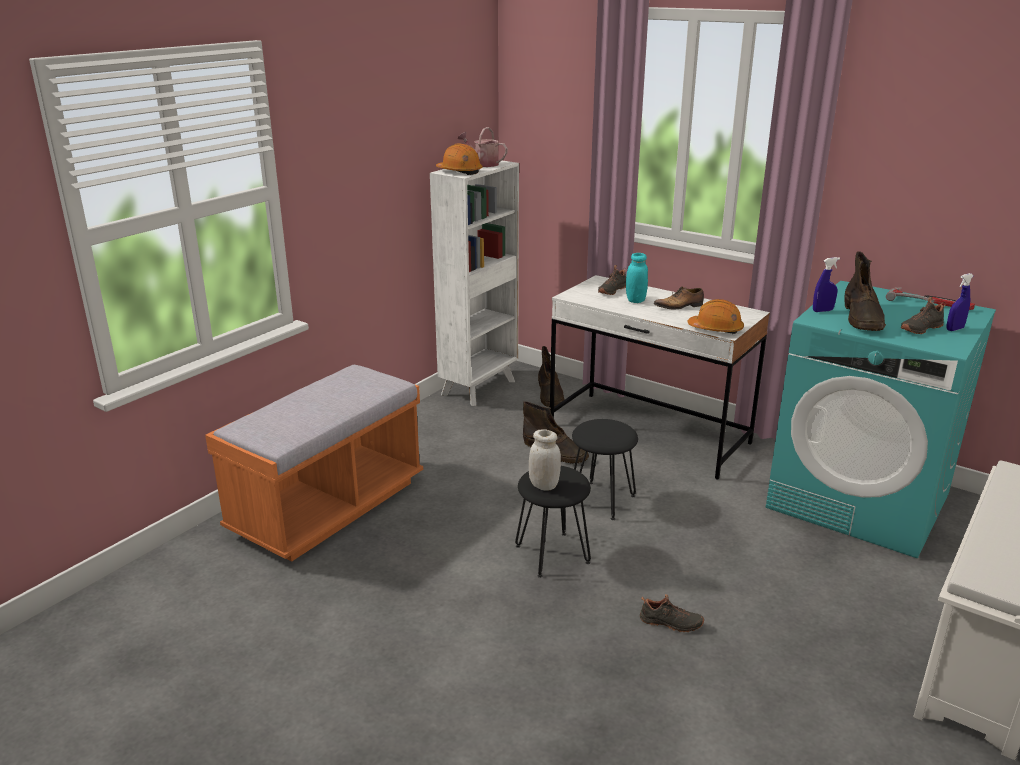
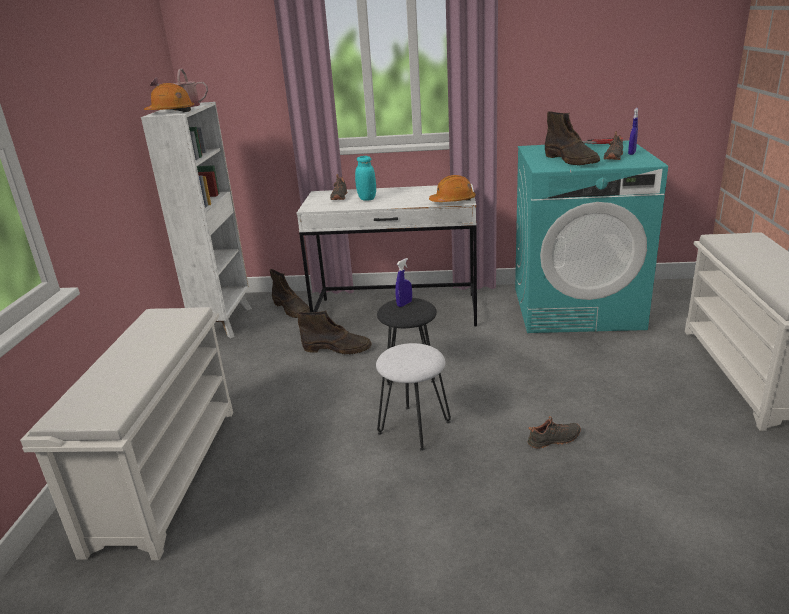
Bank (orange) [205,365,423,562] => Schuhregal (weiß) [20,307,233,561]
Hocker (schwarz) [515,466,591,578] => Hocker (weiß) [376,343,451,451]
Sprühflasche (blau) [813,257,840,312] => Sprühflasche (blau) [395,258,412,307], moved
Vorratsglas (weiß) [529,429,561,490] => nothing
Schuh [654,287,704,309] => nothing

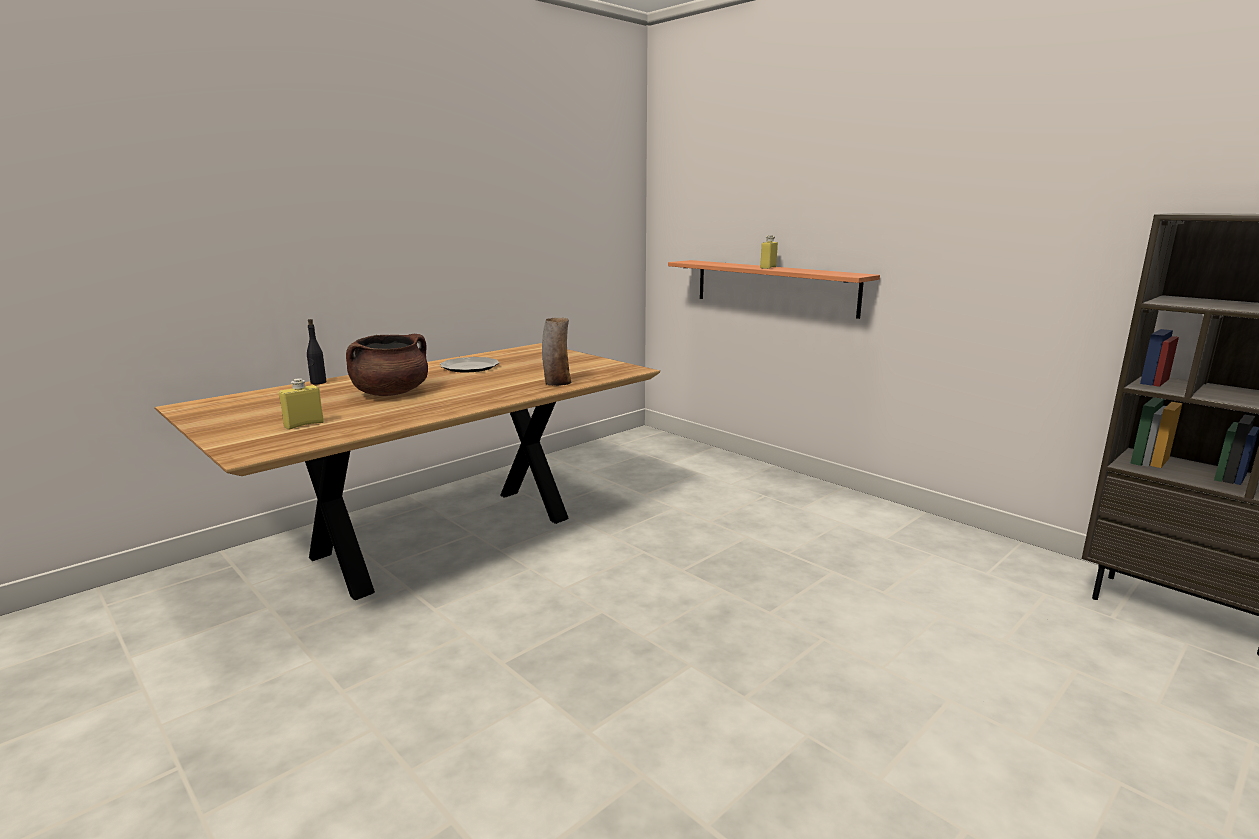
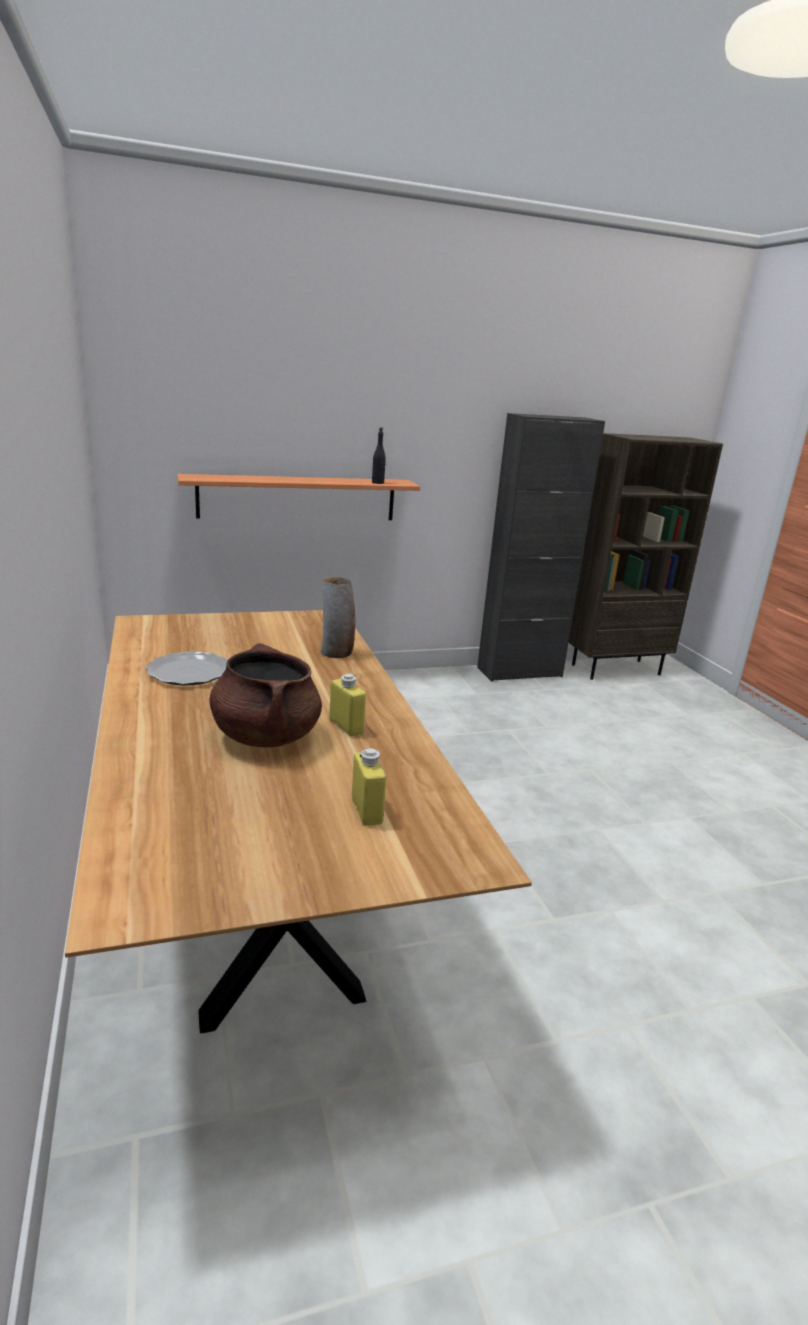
Flasche (gelb) [760,235,778,269] => Flasche (gelb) [329,674,366,736], moved
Flasche (schwarz) [307,319,326,384] => Flasche (schwarz) [372,427,386,484], moved
nothing => Schrank (schwarz) [477,413,605,682]

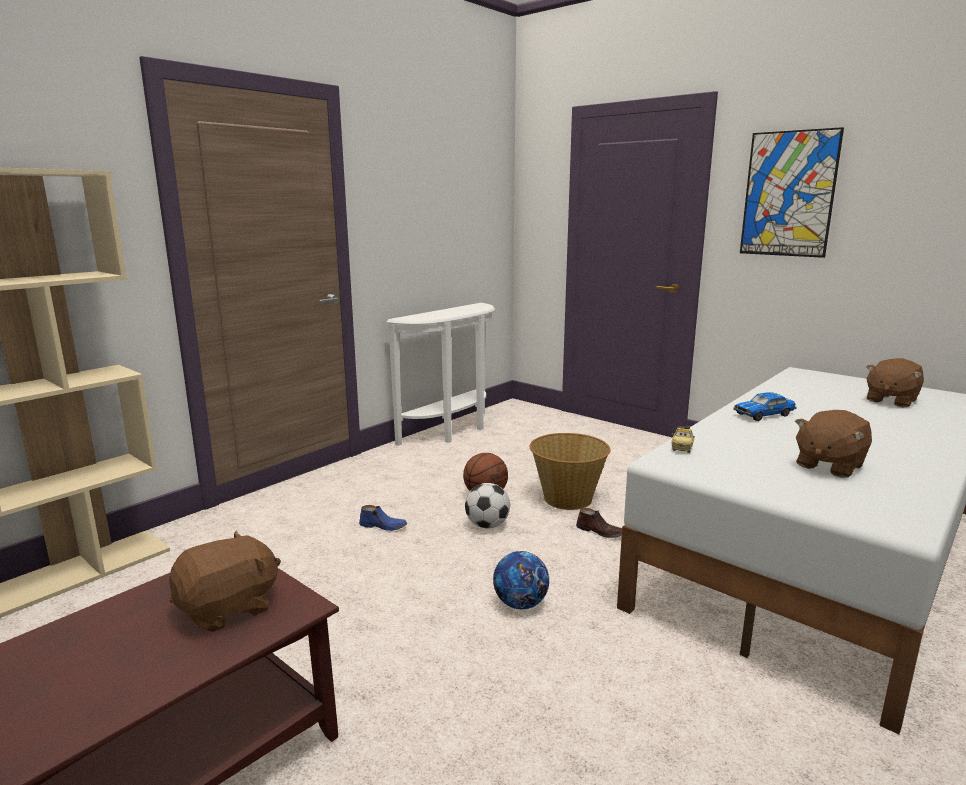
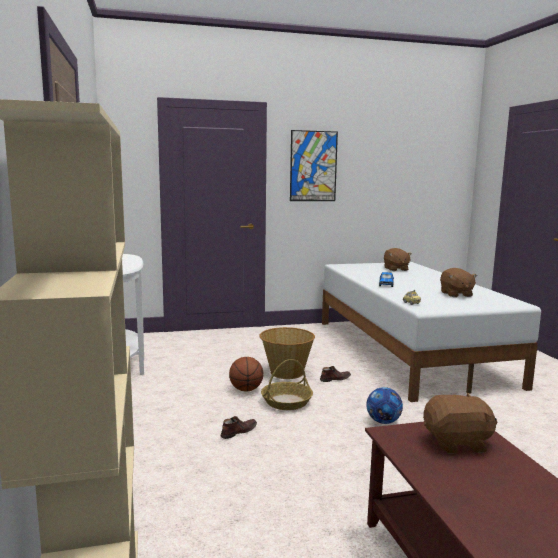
Schuh (blau) [359,505,407,531] => Schuh (braun) [221,416,257,439]
Fußball [465,483,510,529] => Korb [261,359,313,410]
Plüschtier (braun) [169,530,281,632] => Plüschtier (braun) [423,393,498,454], 90 degrees clockwise

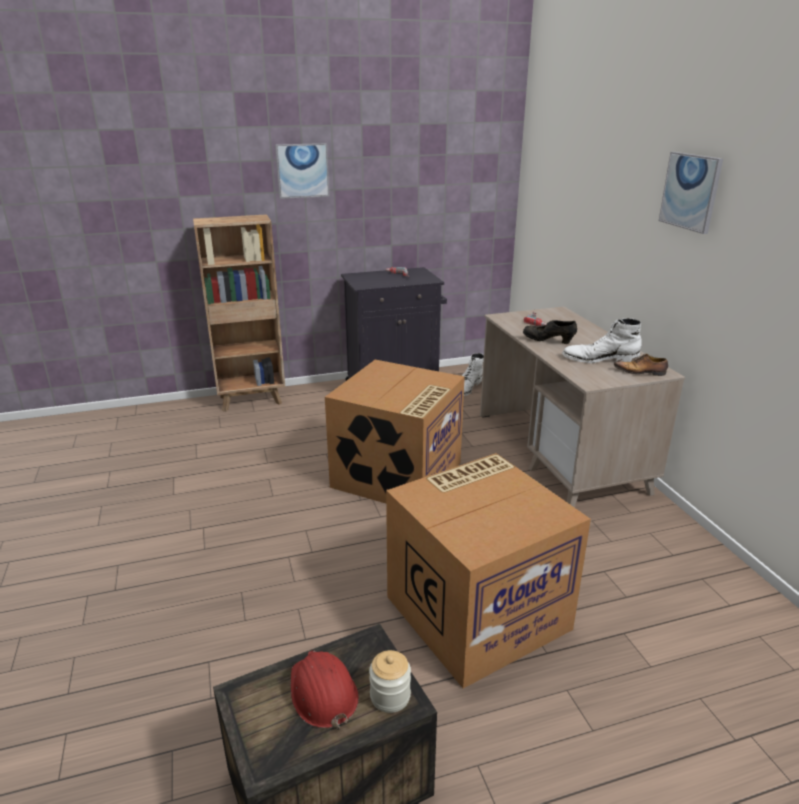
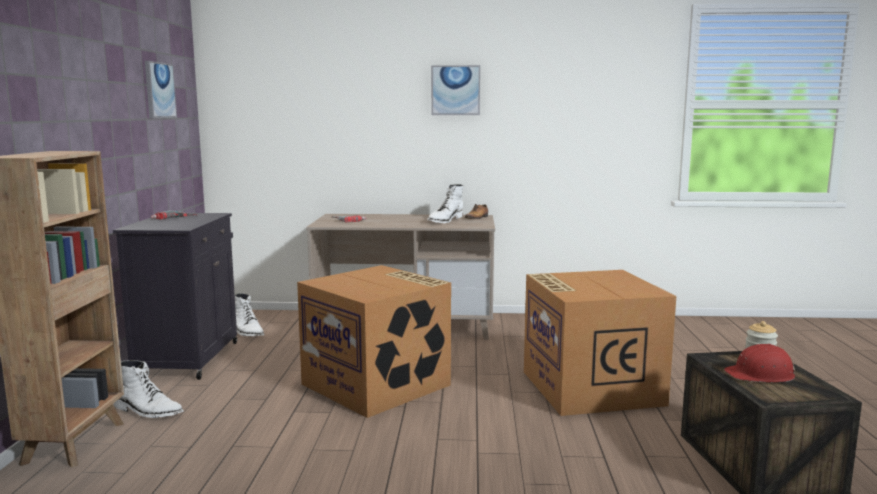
nothing => Stiefel (weiß) [114,360,184,418]
Bild [275,143,329,199] => Bild [145,61,177,118], moved
Schuh (schwarz) [523,320,577,344] => nothing

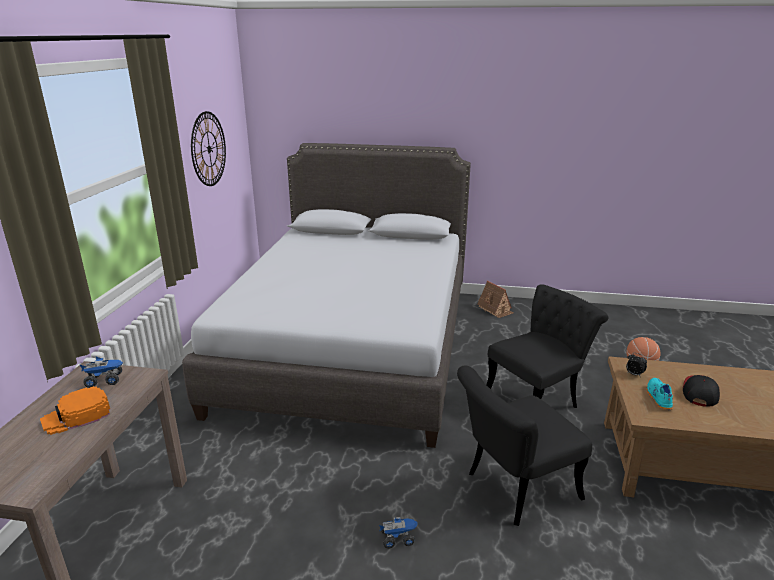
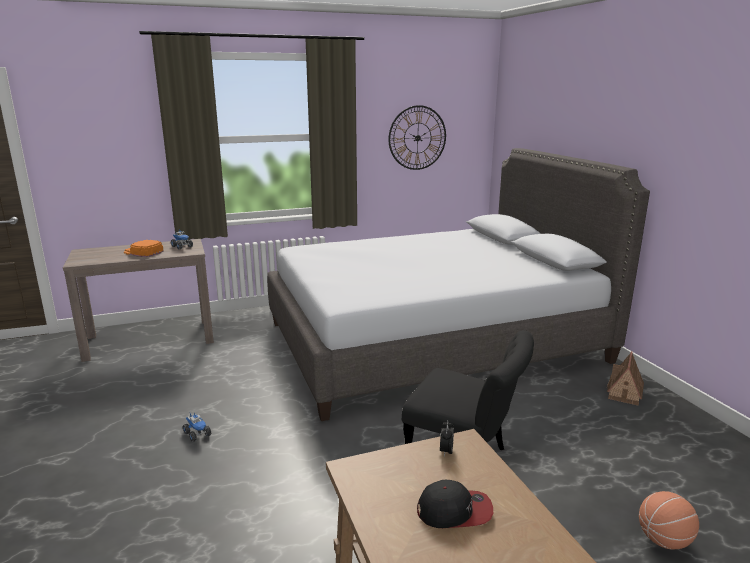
Stuhl (schwarz) [457,365,592,526] => nothing
Schuh (türkis) [647,378,673,410] => nothing

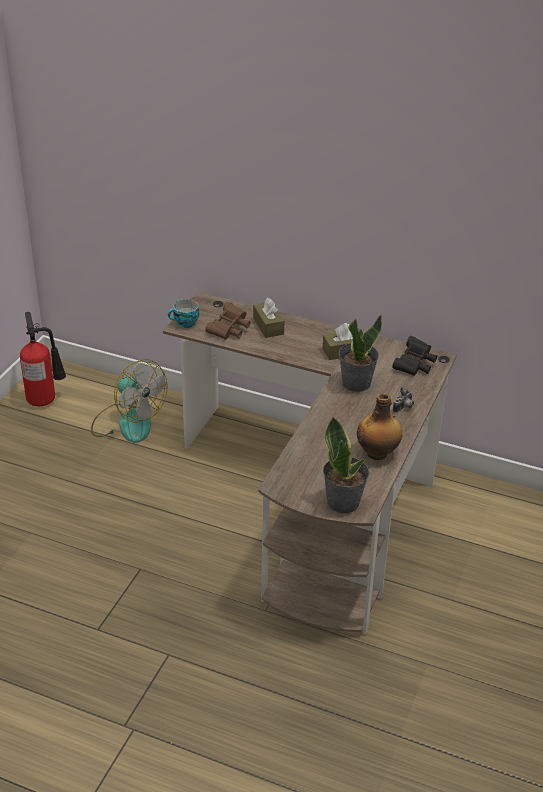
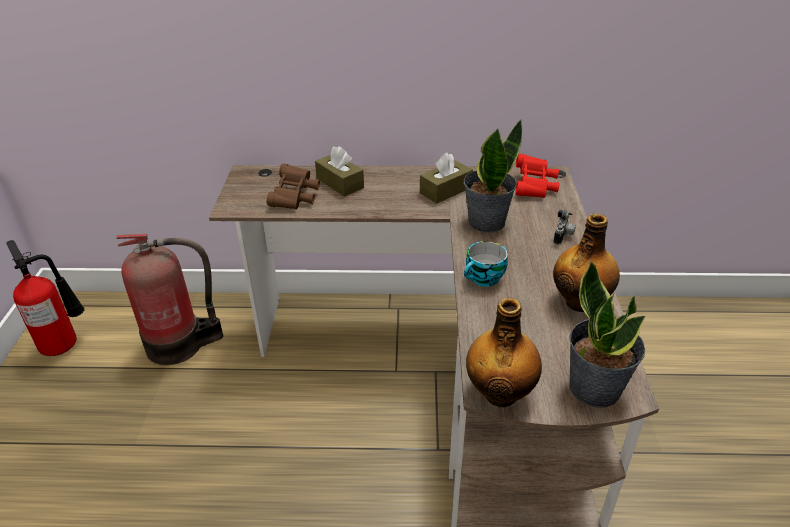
Ventilator [91,359,168,443] => Feuerlöscher [116,234,223,365]
Tasse [168,299,199,328] => Tasse [464,241,508,287], moved
nothing => Flasche [466,298,542,407]
Fernglas (schwarz) [392,336,437,376] => Fernglas (rot) [515,154,559,198]

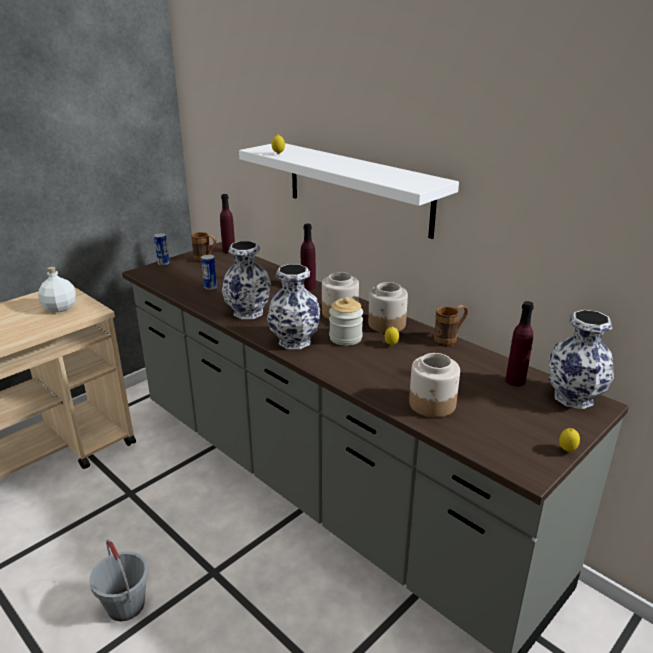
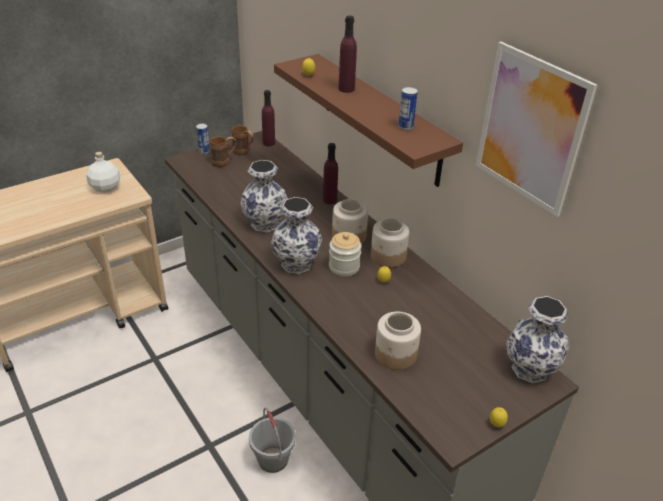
Henkelbecher (braun) [434,305,468,347] => Henkelbecher (braun) [209,136,237,167], moved
Eimer (grau) [89,540,149,621] => Eimer (grau) [249,407,296,473], moved
Wandregal (weiß) [239,143,459,239] => Wandregal (braun) [274,54,463,187]
Flasche (lila) [505,301,534,387] => Flasche (lila) [338,16,357,93], moved
Dose [201,255,217,290] => Dose [398,87,418,131], moved
nothing => Bild [476,42,597,217]

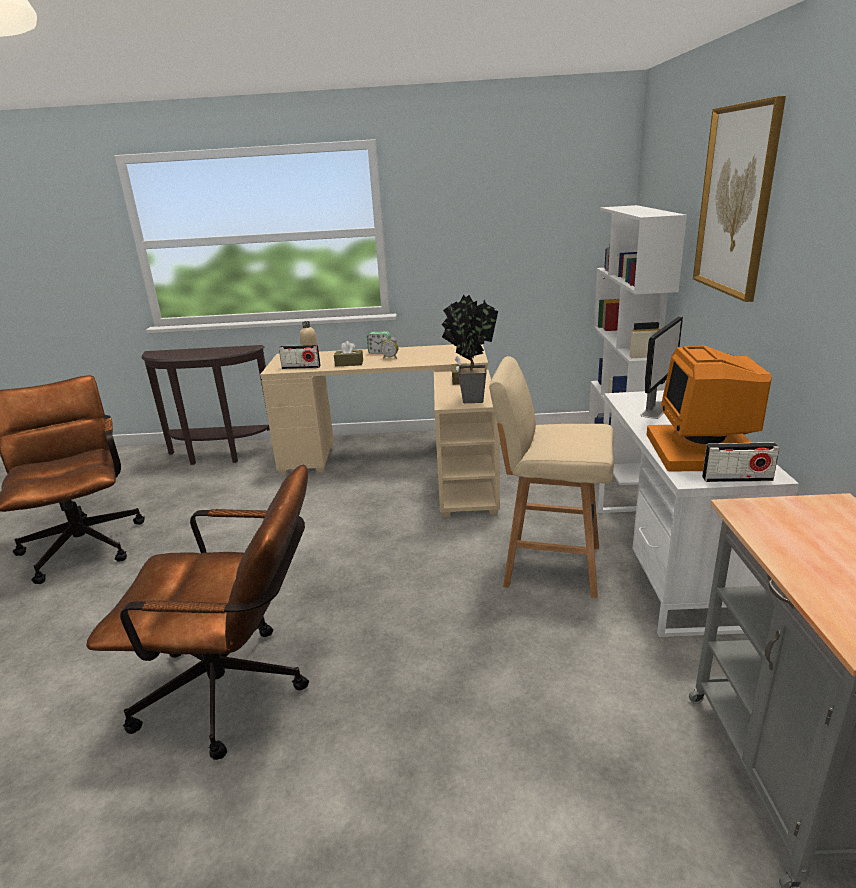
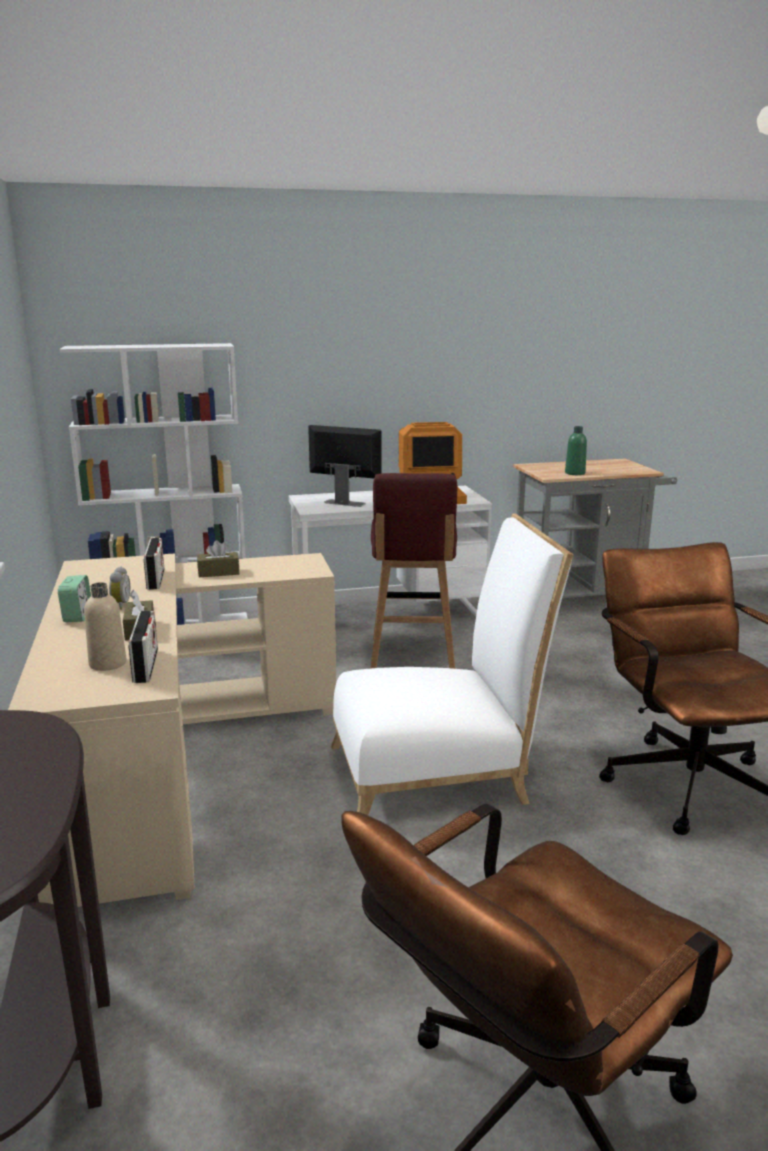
Radio [702,442,780,482] => Radio [144,538,164,590], moved
nothing => Stuhl (weiß) [331,513,573,815]
Hocker (beige) [489,356,614,598] => Hocker (rot) [370,473,457,669]
nothing => Flasche (grün) [565,426,587,475]
Topfpflanze [441,295,498,403] => nothing
Bild [693,96,786,302] => nothing

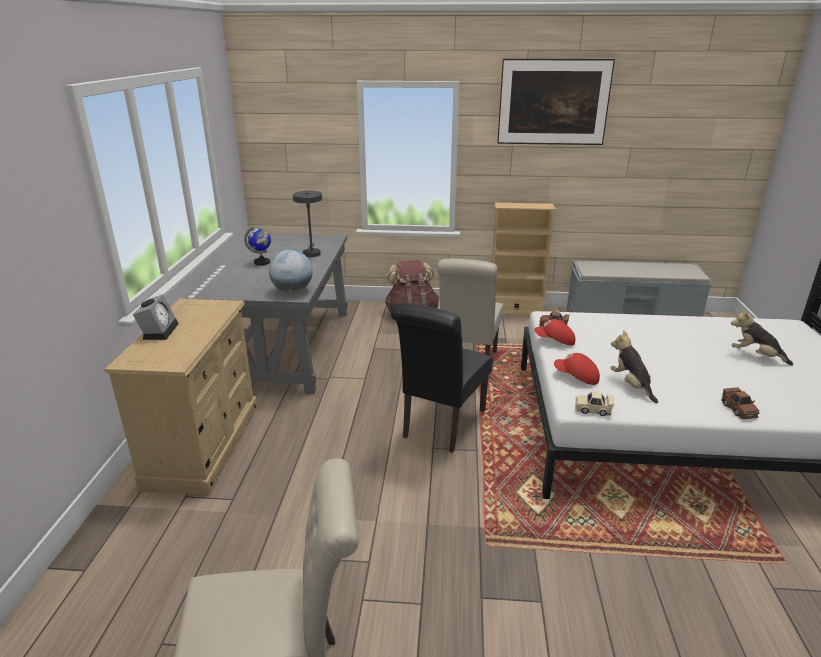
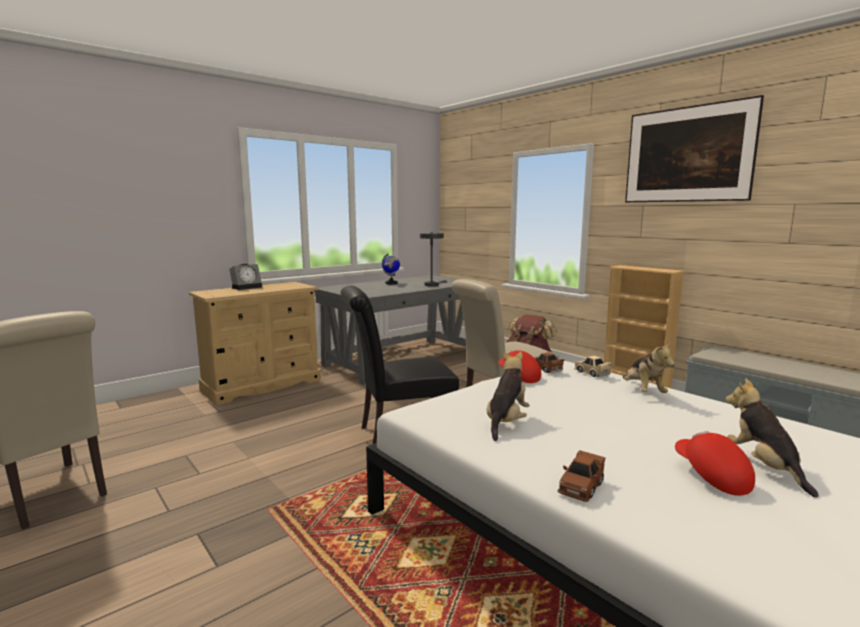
Spielzeugauto (beige) [575,392,614,416] => Spielzeugauto (beige) [574,356,612,377], moved
nothing => Plüschtier [623,341,675,393]
Kappe (rot) [554,353,600,385] => Kappe (rot) [675,431,755,496], moved
Globus [269,250,313,293] => nothing

